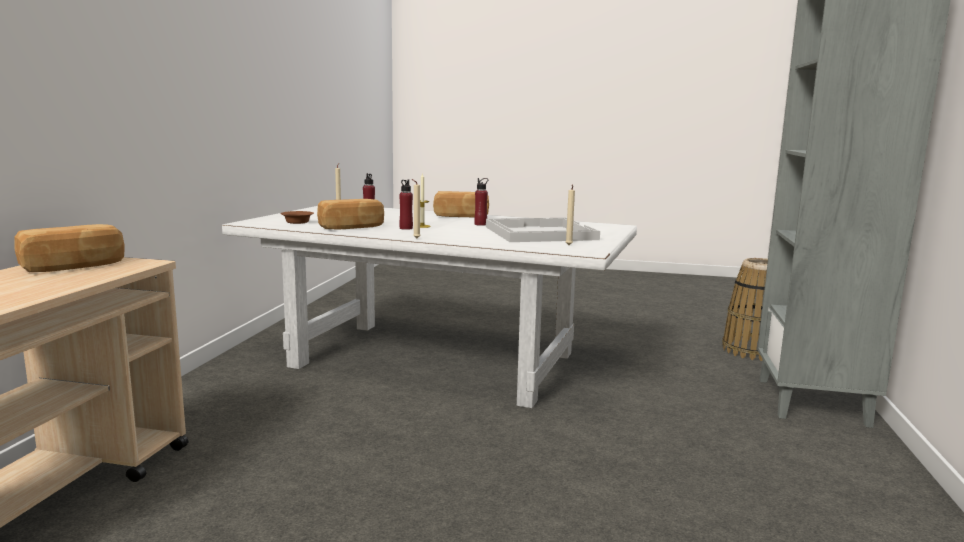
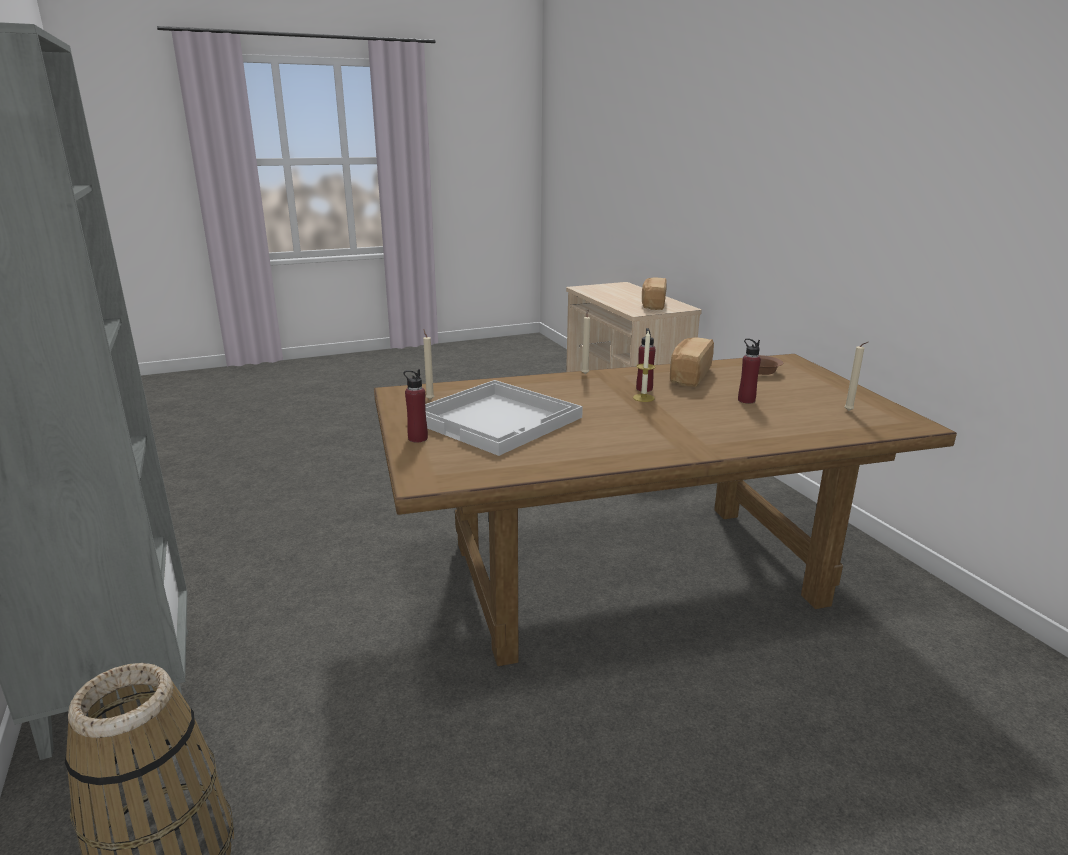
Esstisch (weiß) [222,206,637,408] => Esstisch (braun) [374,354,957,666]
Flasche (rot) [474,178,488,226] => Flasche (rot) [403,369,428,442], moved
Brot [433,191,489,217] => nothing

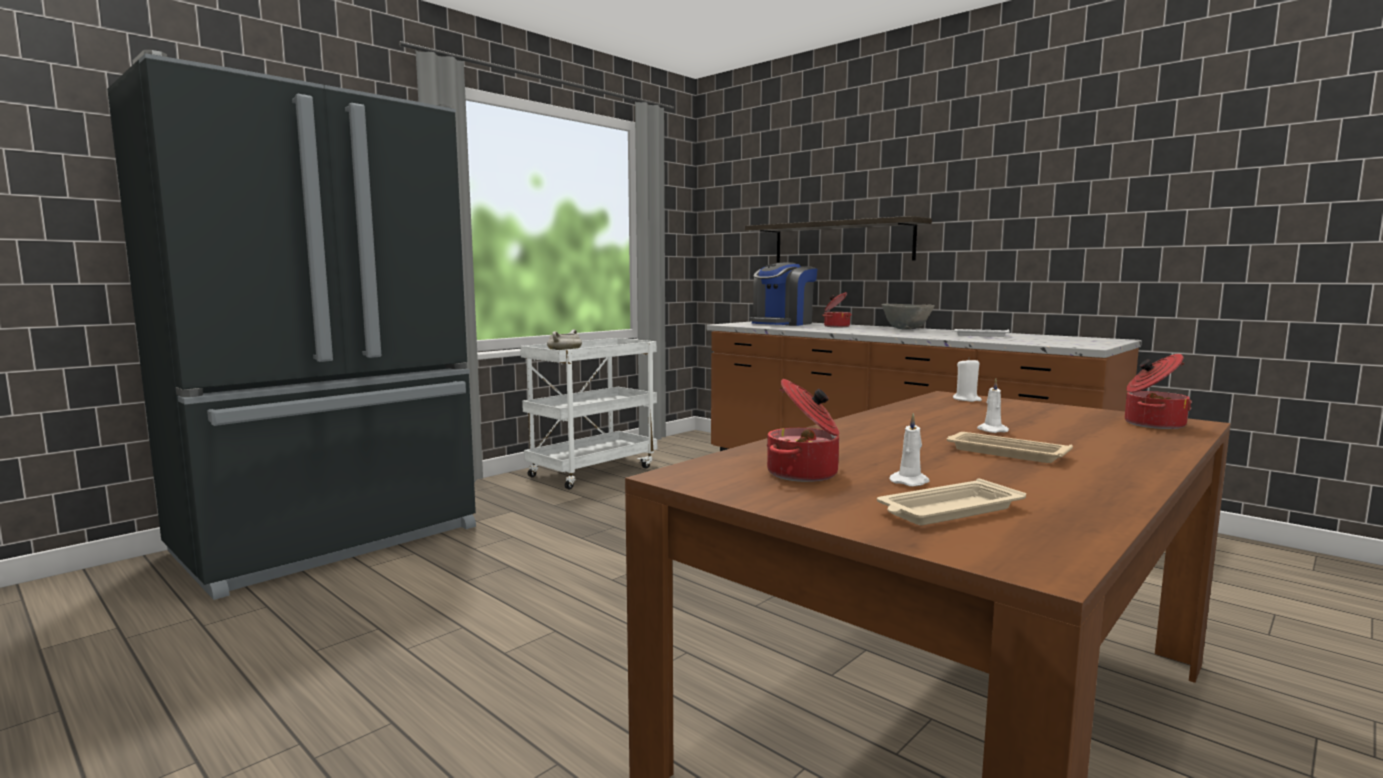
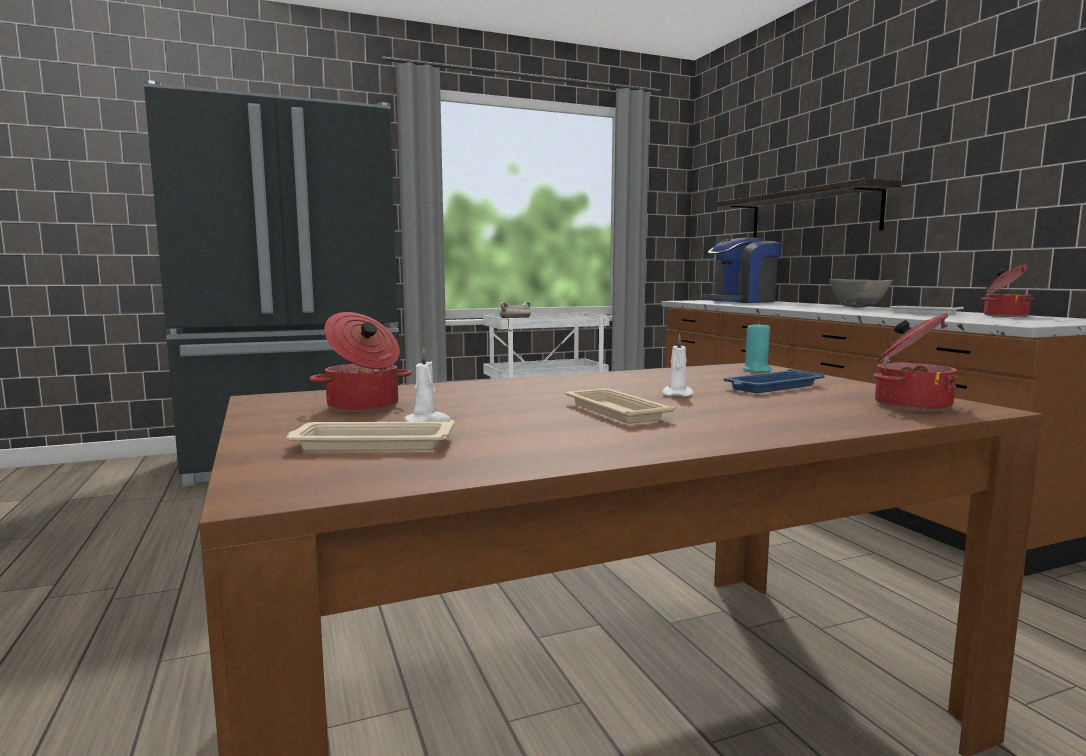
nothing => Tablett (blau) [723,369,825,393]
Kerze (weiß) [953,357,982,402] => Kerze (türkis) [743,321,771,372]
Kochtopf [822,292,852,327] => Kochtopf [981,264,1034,317], moved

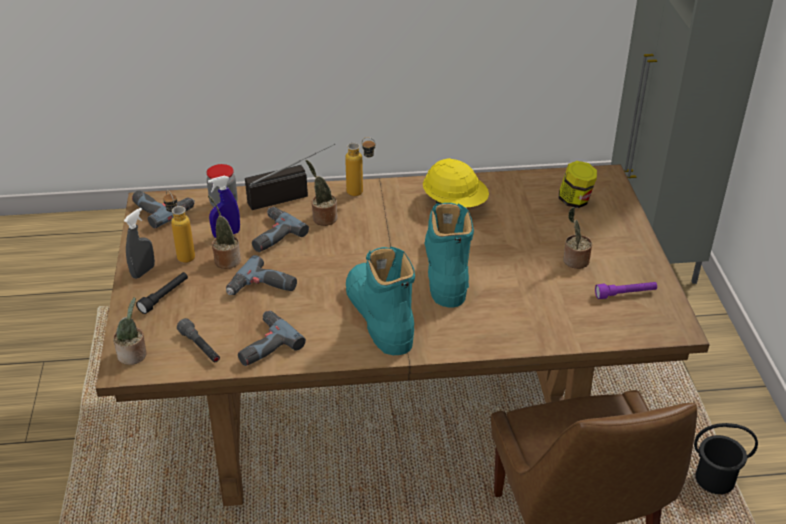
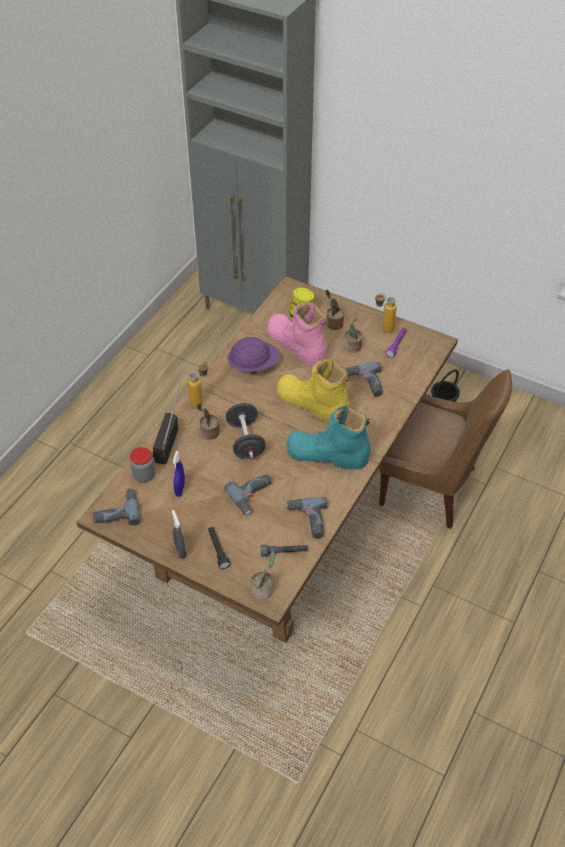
nothing => Hantel (schwarz) [226,403,266,459]
Schutzhelm (gelb) [423,158,489,207] => Schutzhelm (lila) [228,337,280,374]
nothing => Stiefel (rosa) [267,302,327,367]
Stiefel (türkis) [424,203,474,307] => Stiefel (gelb) [277,359,350,423]
Topfpflanze [208,195,241,269] => Topfpflanze [325,290,344,330], moved
Bohrmaschine [252,207,309,252] => Bohrmaschine [345,362,383,397], moved
Flasche [163,190,195,263] => Flasche [375,293,397,333], moved

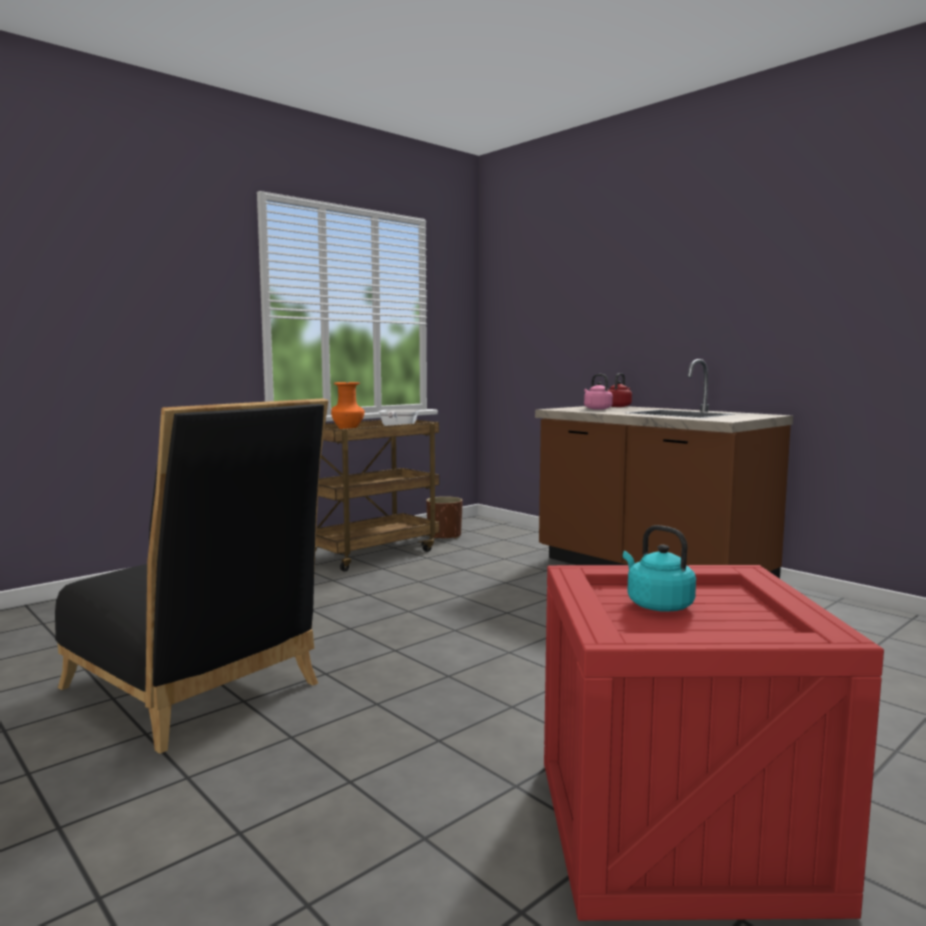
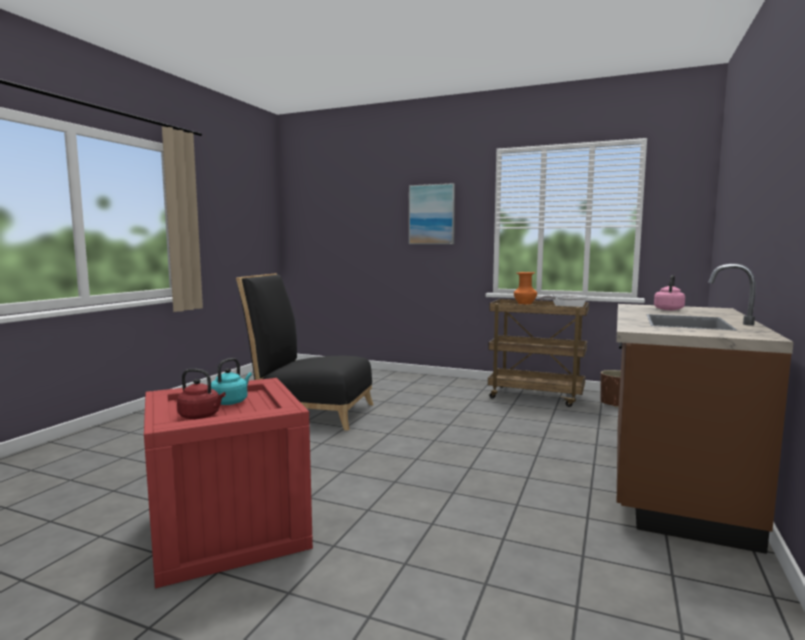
Wasserkessel (rot) [608,373,632,407] => Wasserkessel (rot) [177,369,226,419], moved
Stuhl (schwarz) [55,398,328,754] => Stuhl (schwarz) [236,273,374,431], 90 degrees clockwise
nothing => Bild [409,183,455,244]

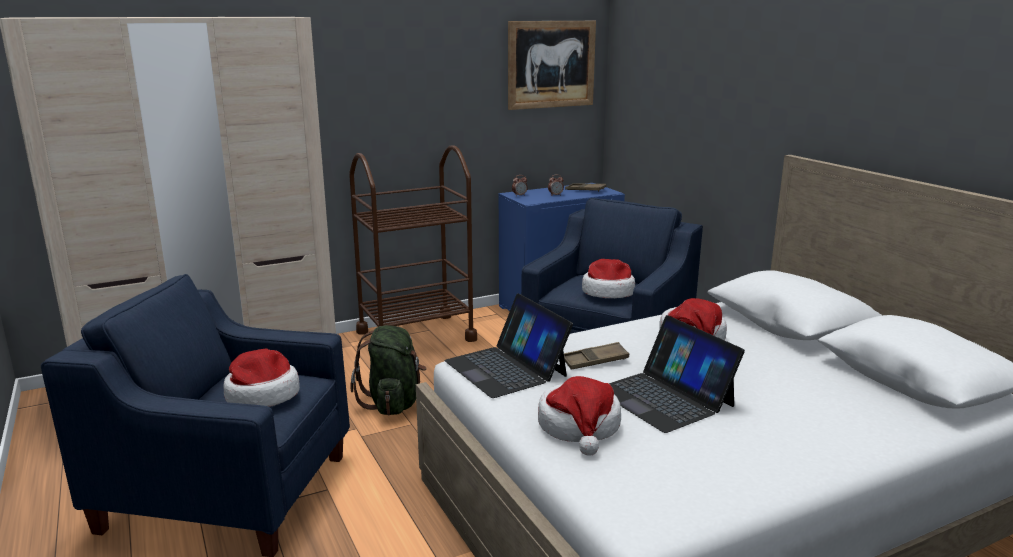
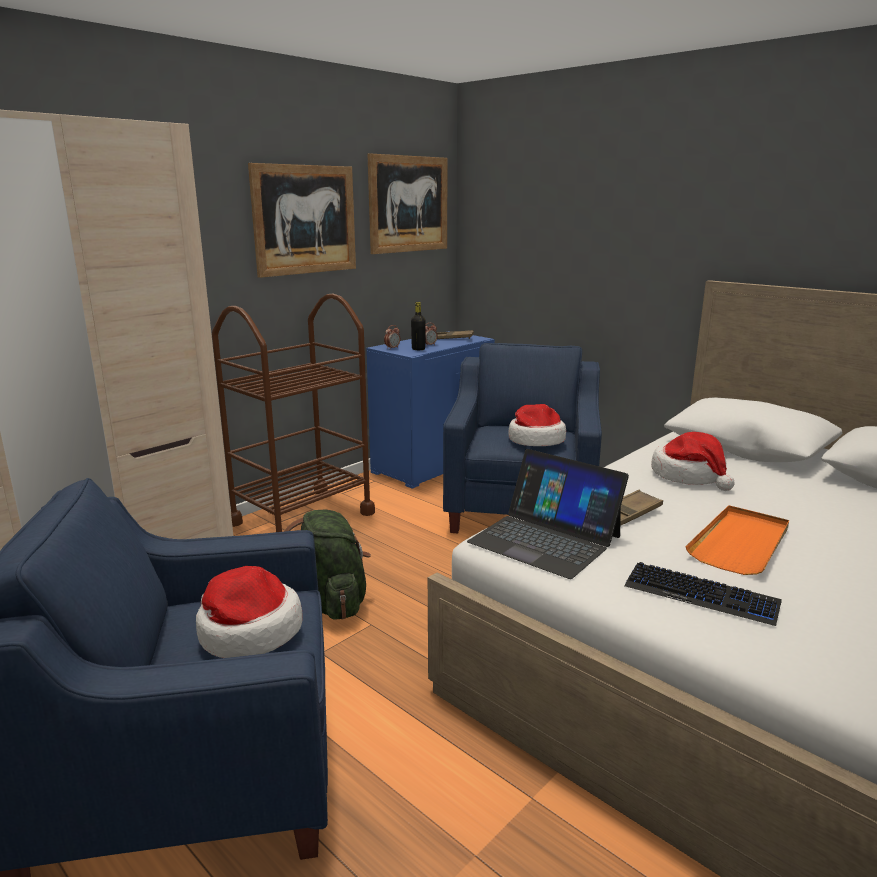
nothing => Bild [248,163,356,278]
nothing => Flasche (schwarz) [411,302,426,350]
Hut [538,376,621,456] => Tastatur [625,562,782,626]
Laptop [609,315,745,433] => Tablett (orange) [685,505,789,575]

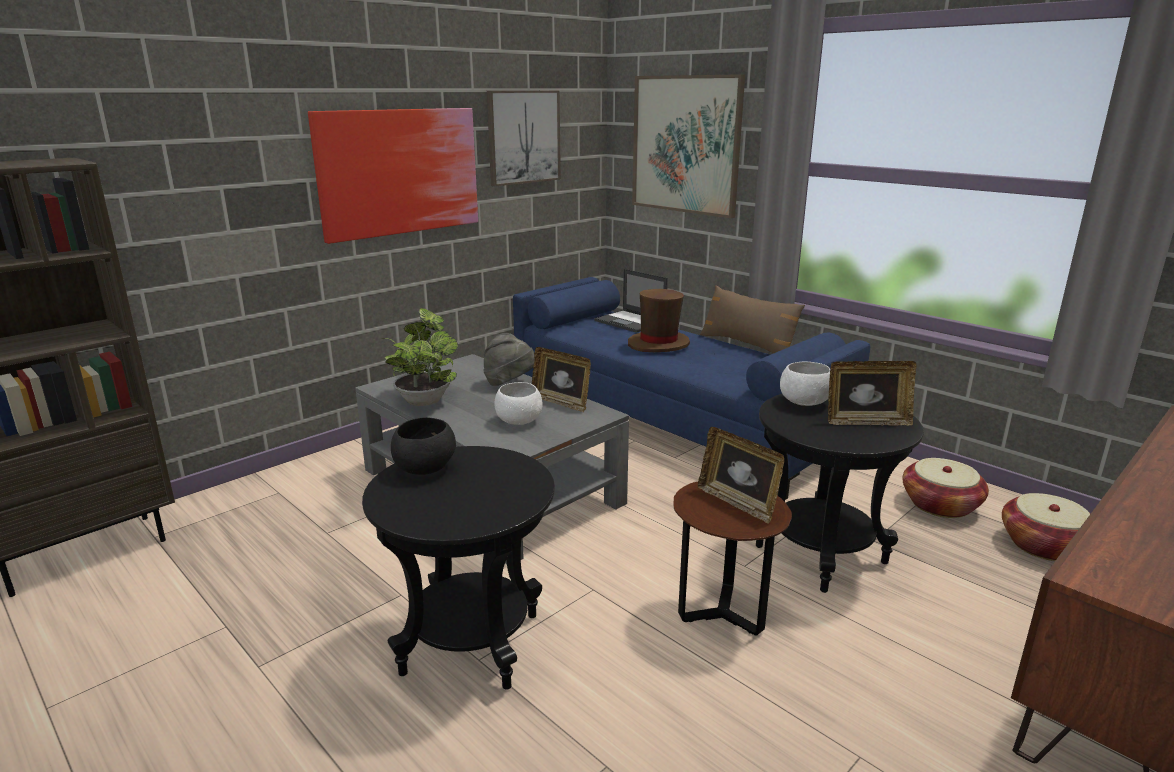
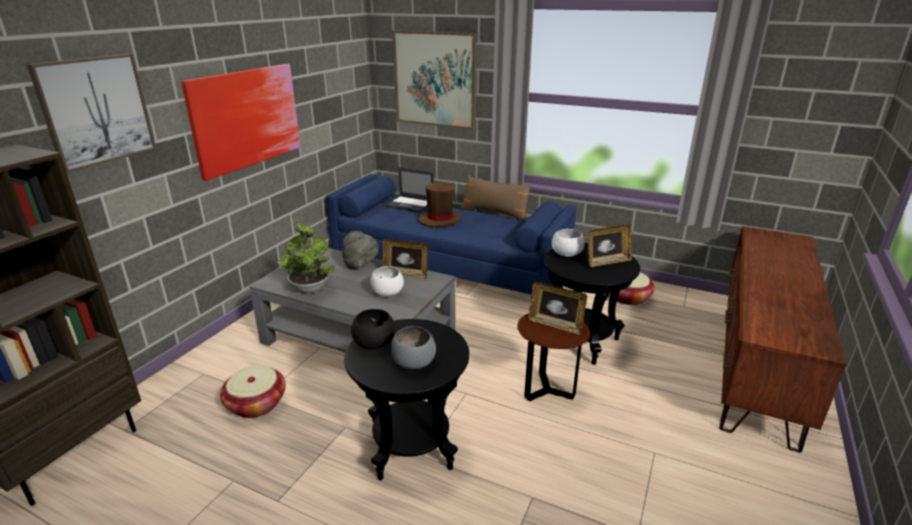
Bild [487,91,561,186] => Bild [27,54,156,173], moved
Korb [1002,493,1090,561] => Korb [220,366,286,418], moved
nothing => Schüssel (grau) [391,326,436,369]

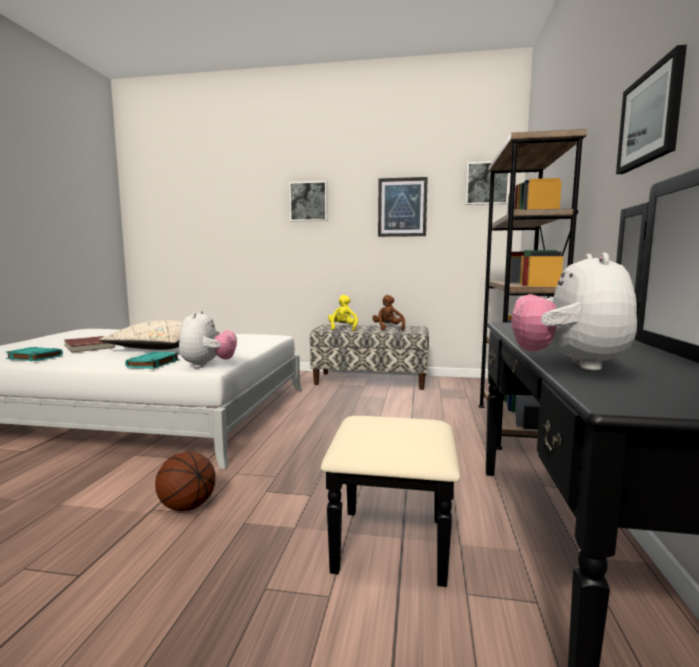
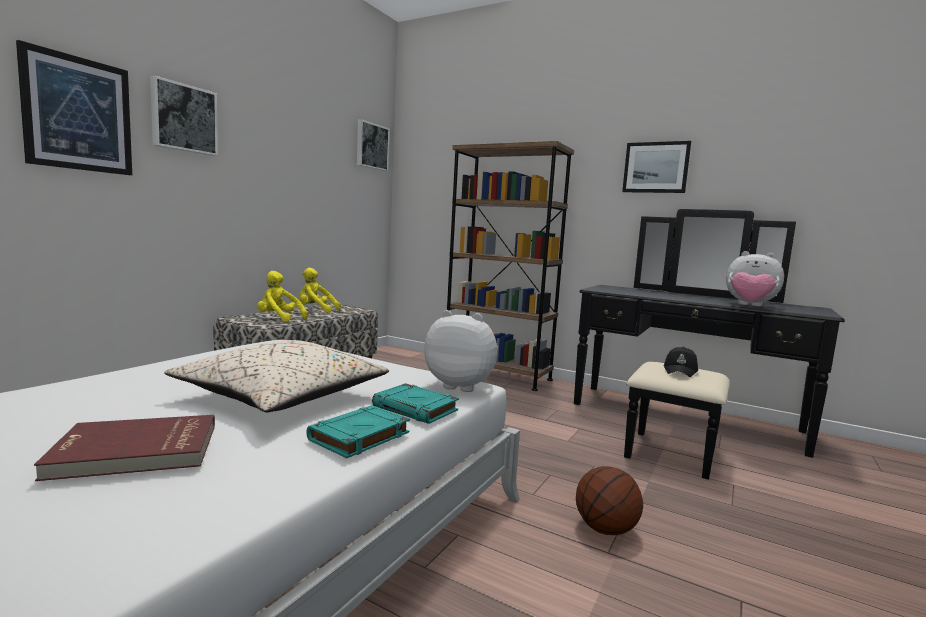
Bild [378,177,428,237] => Bild [16,40,132,175], moved
Plüschtier (braun) [372,295,405,330] => Plüschtier (gelb) [300,268,341,313]
Buch (türkis) [5,347,63,361] => Buch (türkis) [306,405,410,458], moved
nothing => Kappe (schwarz) [664,347,698,377]

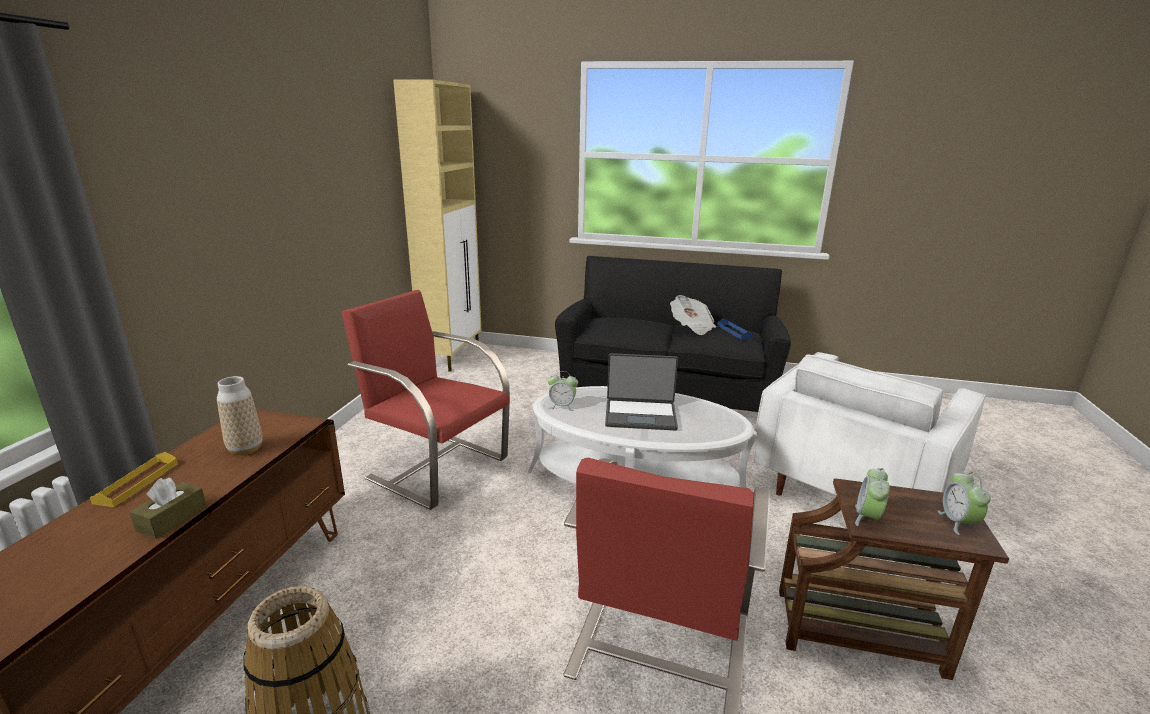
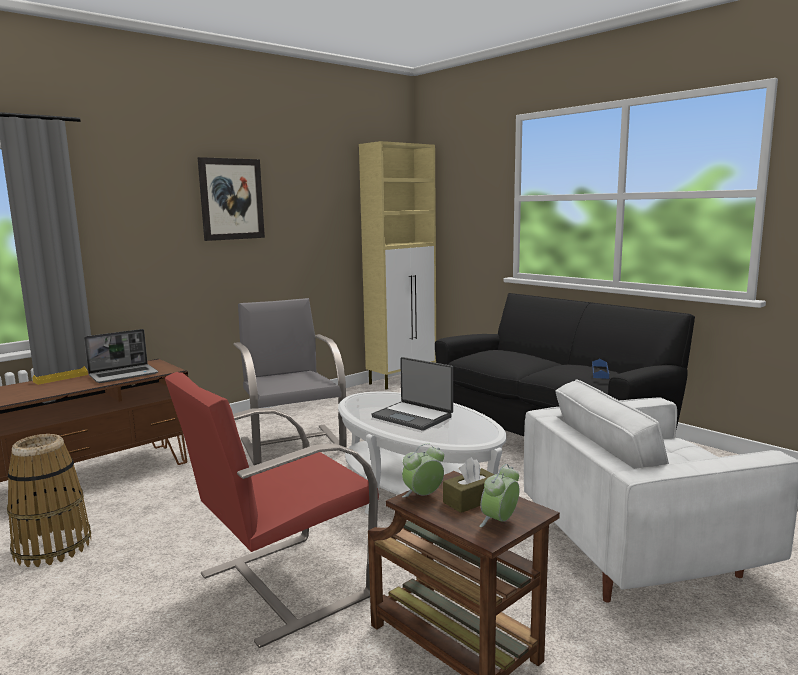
Vase [217,376,263,456] => Laptop [84,329,158,383]
nothing => Bild [198,157,265,241]
Sessel (rot) [342,290,510,510] => Sessel (grau) [233,298,347,465]
Taschentuchbox (braun) [129,478,207,539] => Taschentuchbox (braun) [443,457,495,513], moved
Wecker [548,371,578,411] => nothing
Zeitung [670,295,716,335] => nothing

